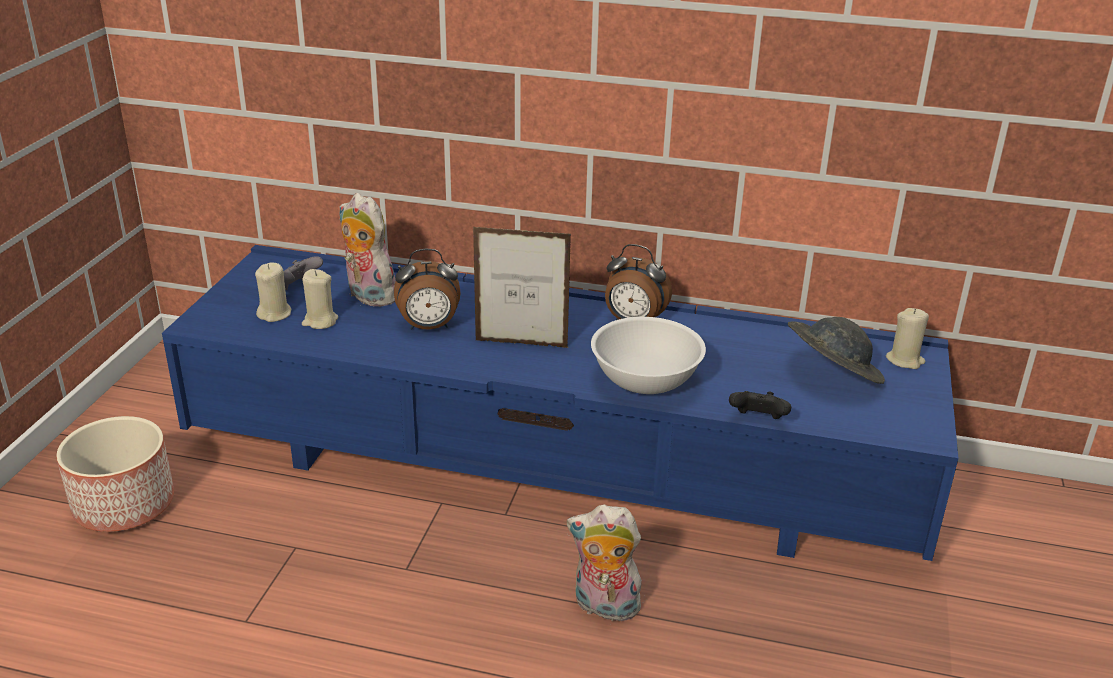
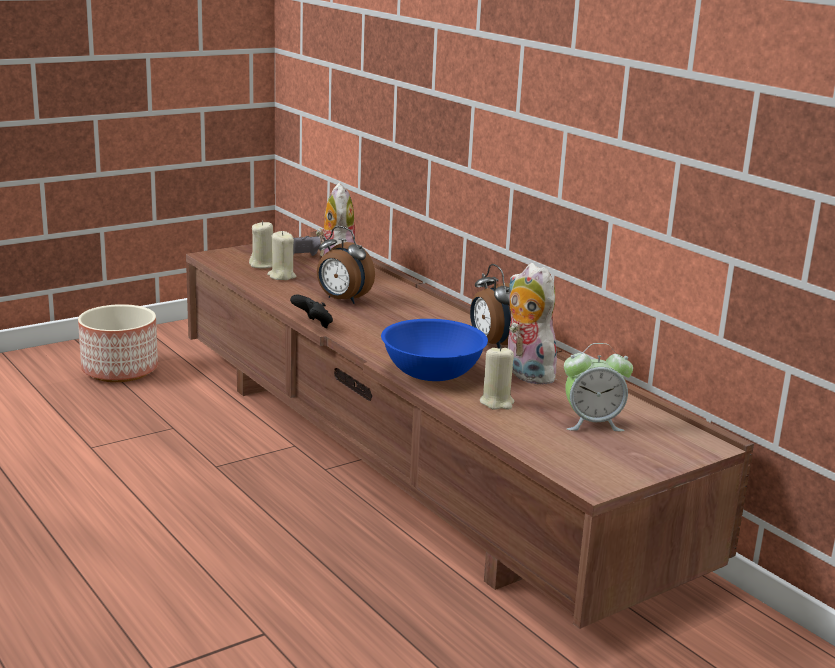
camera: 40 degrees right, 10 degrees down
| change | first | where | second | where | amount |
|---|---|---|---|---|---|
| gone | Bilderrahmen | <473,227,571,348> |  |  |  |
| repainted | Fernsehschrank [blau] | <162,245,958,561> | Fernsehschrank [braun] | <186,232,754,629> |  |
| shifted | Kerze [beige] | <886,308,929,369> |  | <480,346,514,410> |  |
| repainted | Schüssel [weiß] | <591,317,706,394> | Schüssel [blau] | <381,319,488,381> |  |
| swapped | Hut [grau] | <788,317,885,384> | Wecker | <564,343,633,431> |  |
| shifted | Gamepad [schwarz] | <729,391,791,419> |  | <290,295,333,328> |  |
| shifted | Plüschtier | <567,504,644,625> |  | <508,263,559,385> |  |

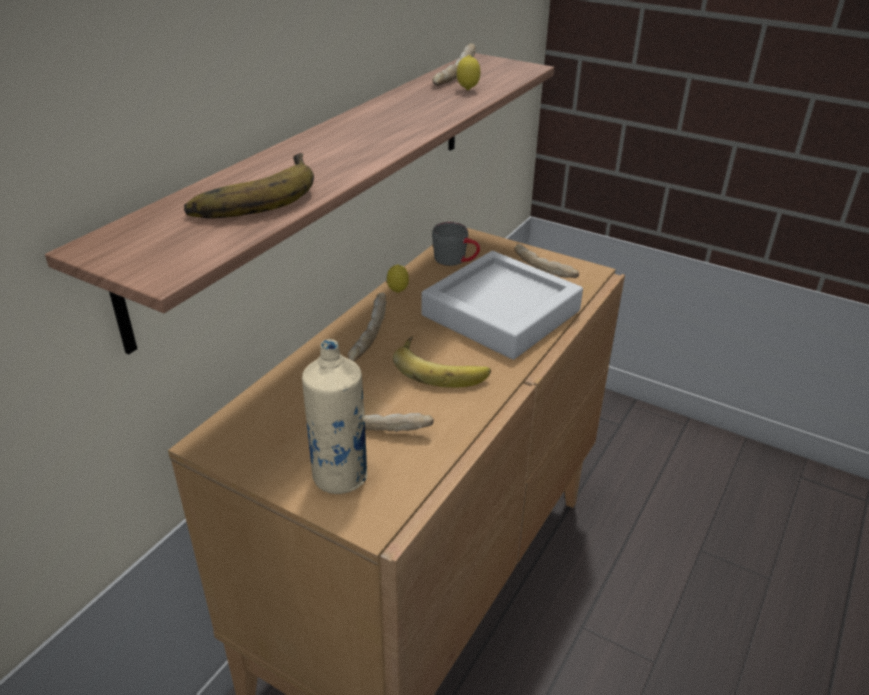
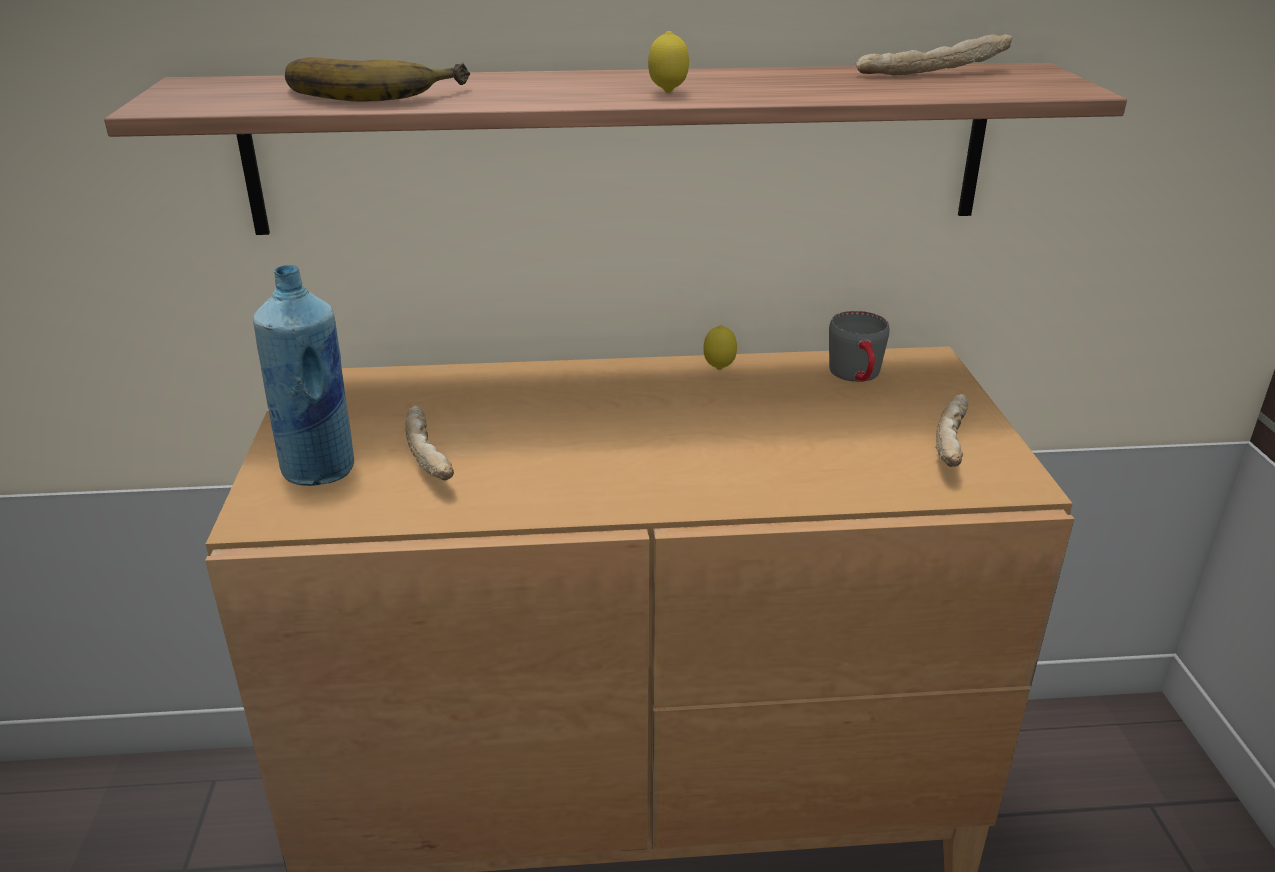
camera: 55 degrees right, 5 degrees down
| change | first | where | second | where | amount |
|---|---|---|---|---|---|
| shifted | Zitrone | <457,55,480,90> |  | <648,31,689,93> |  |
| gone | Tablett [grau] | <421,251,583,360> |  |  |  |
| gone | Brot | <348,292,387,361> |  |  |  |
| gone | Banane | <393,336,491,388> |  |  |  |
| repainted | Flasche [beige] | <302,339,367,494> | Flasche [blau] | <253,265,354,486> |  |

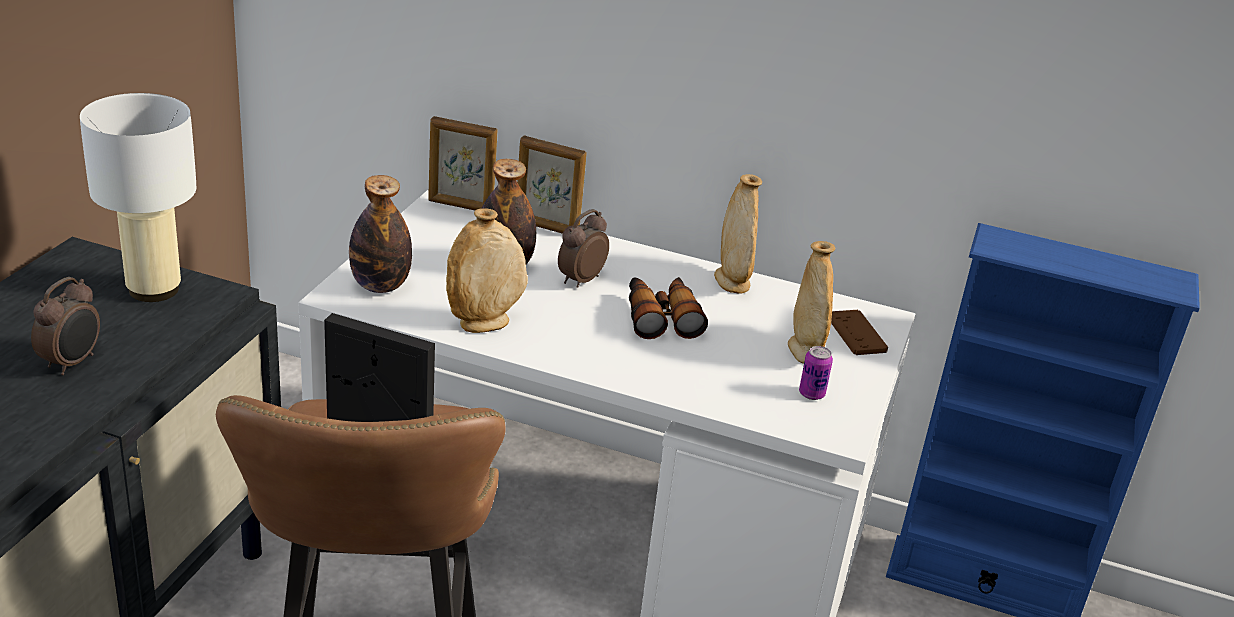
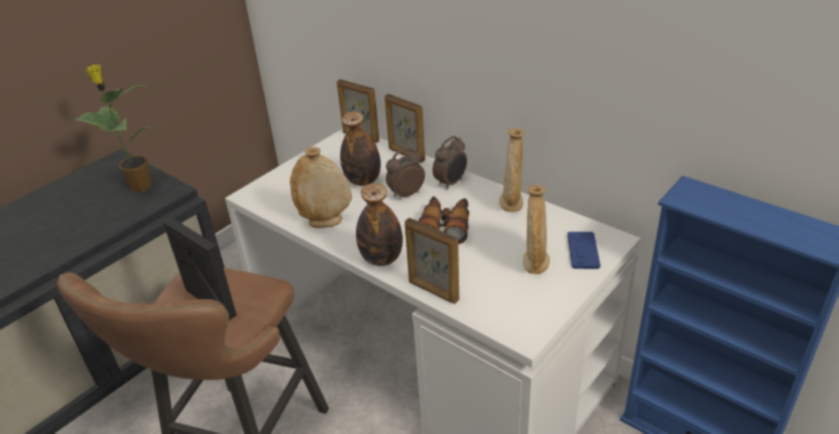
camera: 25 degrees right, 5 degrees up
| change | first | where | second | where | amount |
|---|---|---|---|---|---|
| swapped | Tischlampe [weiß] | <80,93,196,302> | Topfpflanze | <75,65,152,192> |  |
| shifted | Flasche | <349,175,412,293> |  | <356,183,403,266> |  |
| shifted | Wecker | <31,277,100,375> |  | <433,136,467,190> |  |
| repainted | Gamepad [braun] | <831,310,888,355> | Gamepad [blau] | <567,232,600,269> |  |
| gone | Dose | <799,346,833,400> |  |  |  |
| new |  |  | Bilderrahmen | <405,218,459,304> |  |

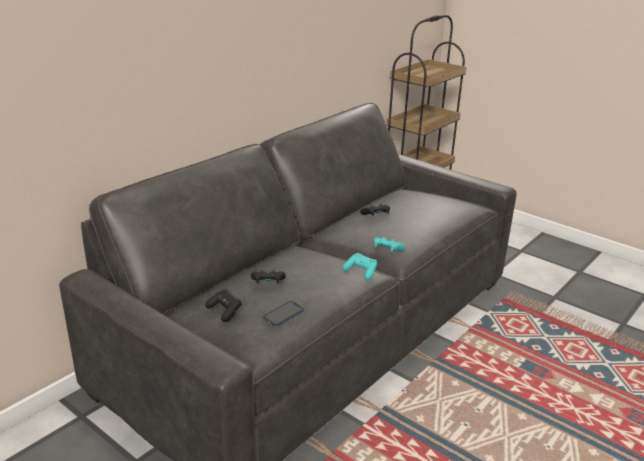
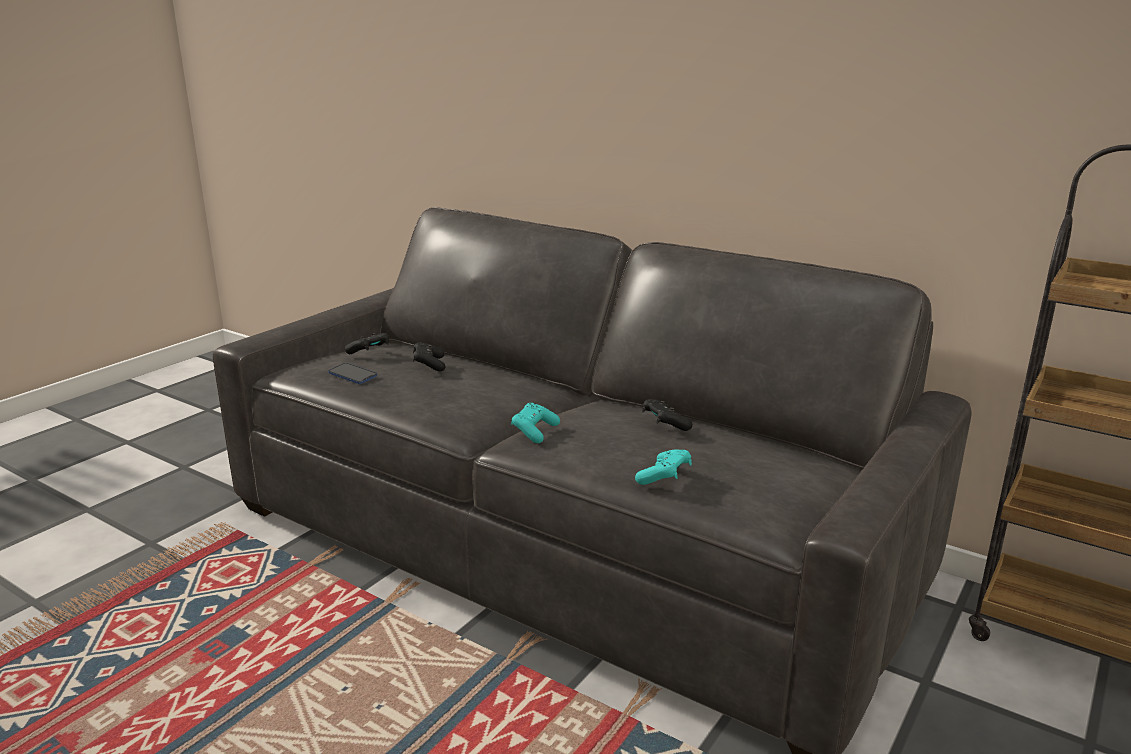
camera: 85 degrees right, 5 degrees down
| change | first | where | second | where | amount |
|---|---|---|---|---|---|
| shifted | Gamepad [türkis] | <342,253,377,281> |  | <635,449,692,485> |  |

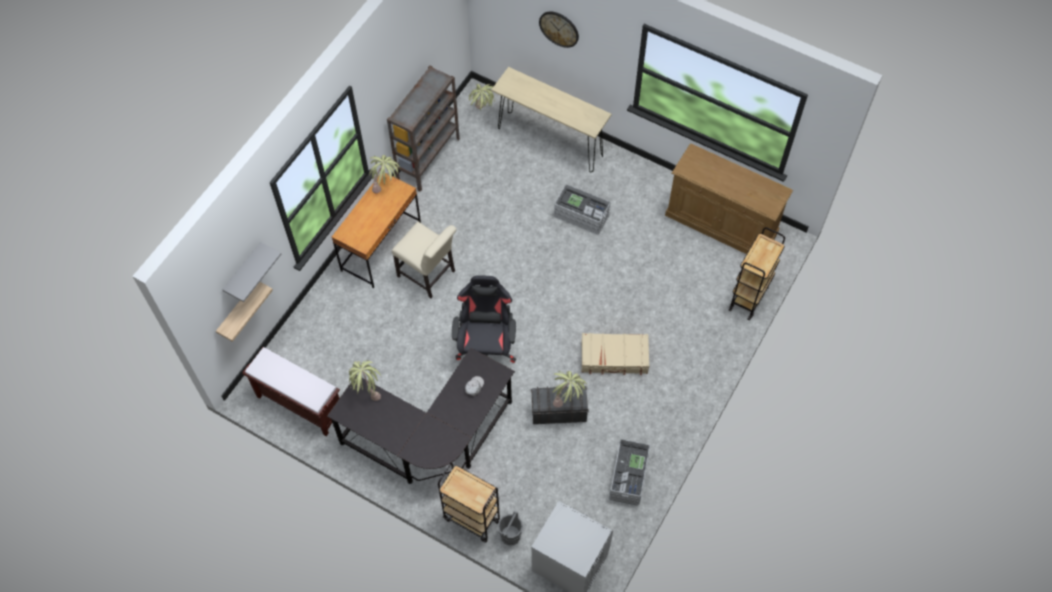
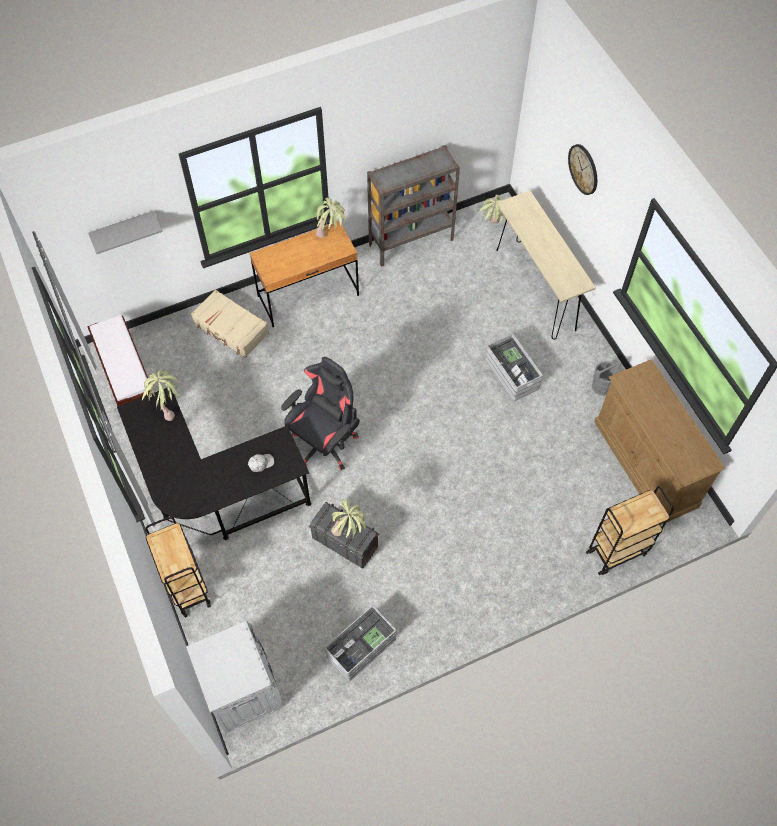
camera: 35 degrees right, 0 degrees up
| change | first | where | second | where | amount |
|---|---|---|---|---|---|
| gone | Stuhl [beige] | <392,221,457,298> |  |  |  |
| gone | Wandregal | <216,282,273,342> |  |  |  |
| shifted | Koffer [beige] | <581,333,649,375> |  | <191,289,269,358> |  |
| shifted | Eimer [grau] | <498,511,523,545> |  | <592,360,622,396> |  |

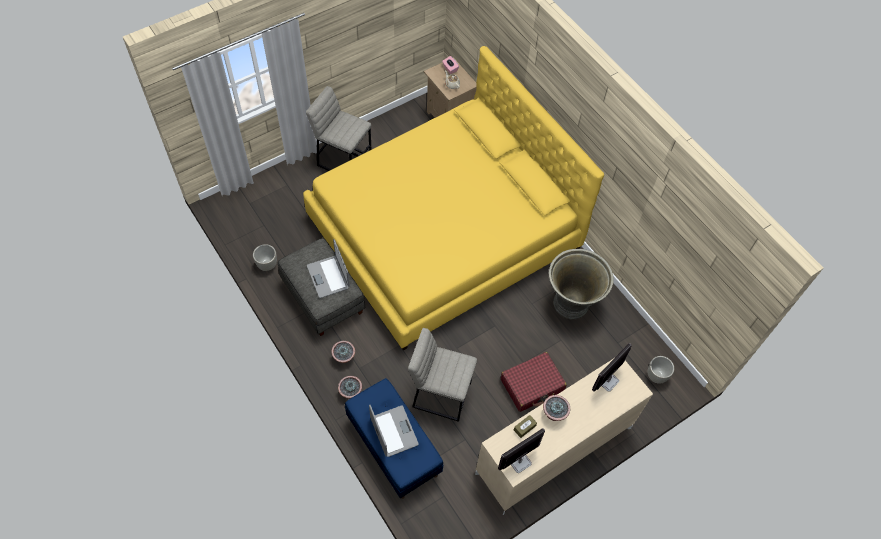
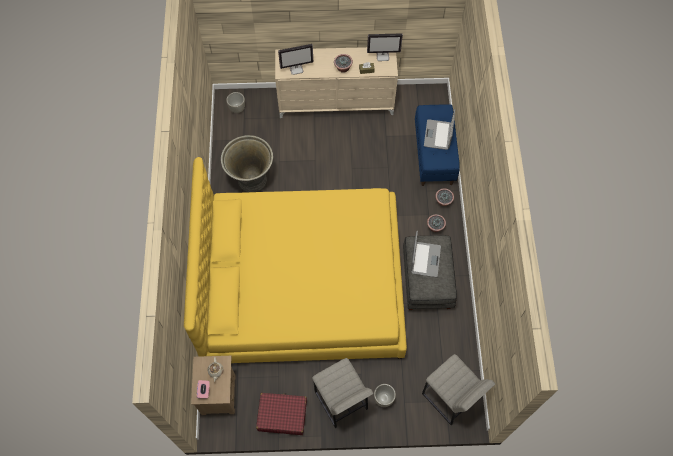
camera: 145 degrees left, 5 degrees up
| change | first | where | second | where | amount |
|---|---|---|---|---|---|
| shifted | Pflanzkübel [grau] | <253,244,277,271> |  | <374,384,396,407> |  |
| shifted | Stuhl [grau] | <408,328,477,422> |  | <422,354,495,425> |  |
| shifted | Koffer [rot] | <501,352,567,412> |  | <256,393,307,435> |  |

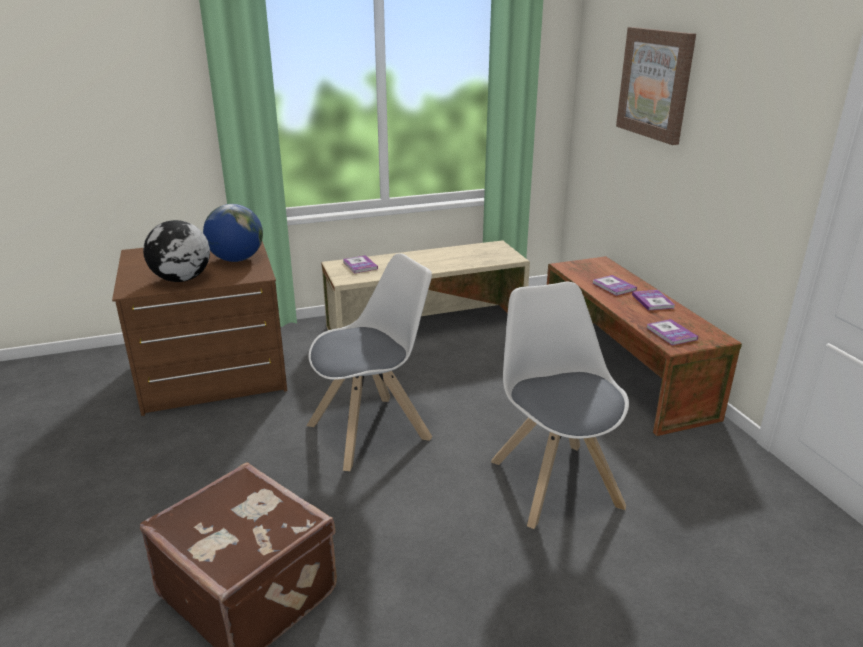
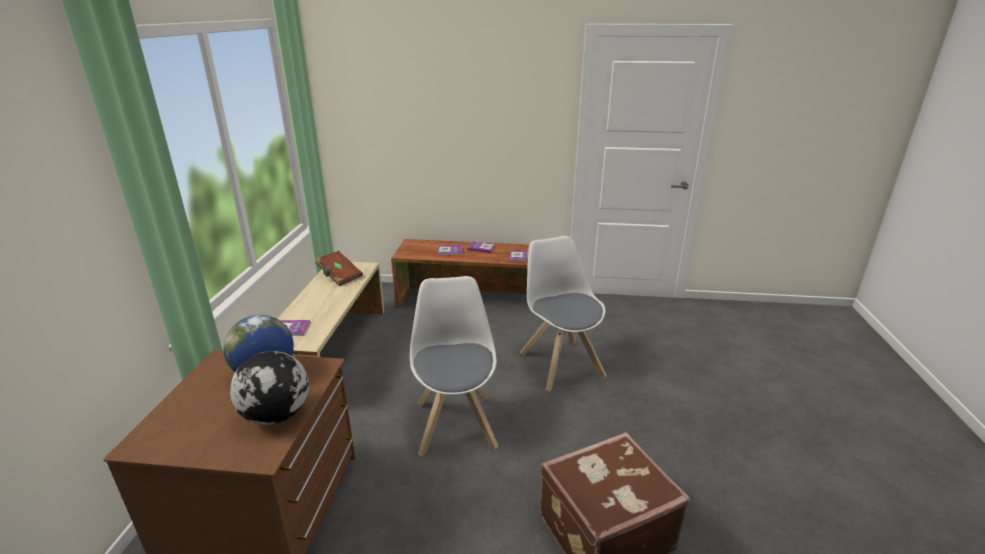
camera: 65 degrees left, 0 degrees up
| change | first | where | second | where | amount |
|---|---|---|---|---|---|
| gone | Bild | <616,27,696,145> |  |  |  |
| rotated | Stuhl | <491,282,629,529> |  | <520,236,606,391> | 60 degrees clockwise |
| new |  |  | Buch [braun] | <315,251,363,286> |  |

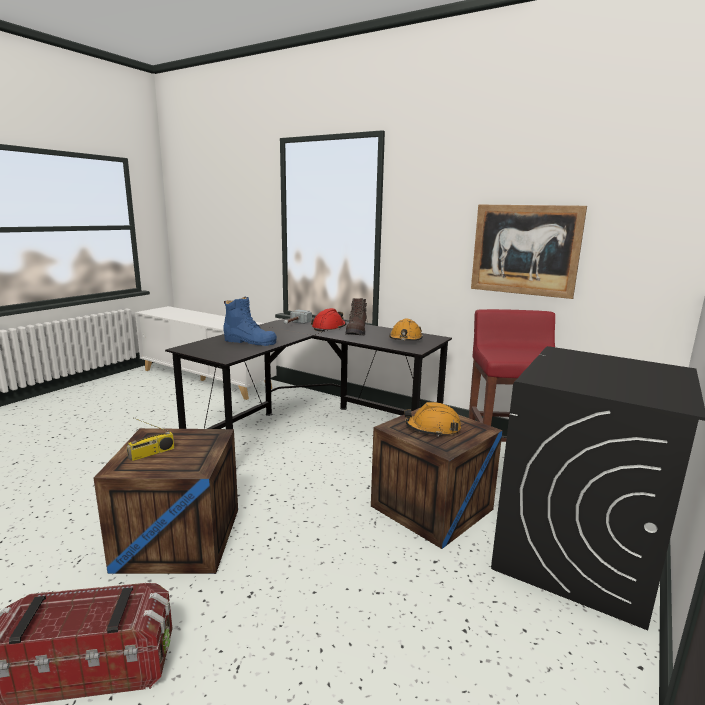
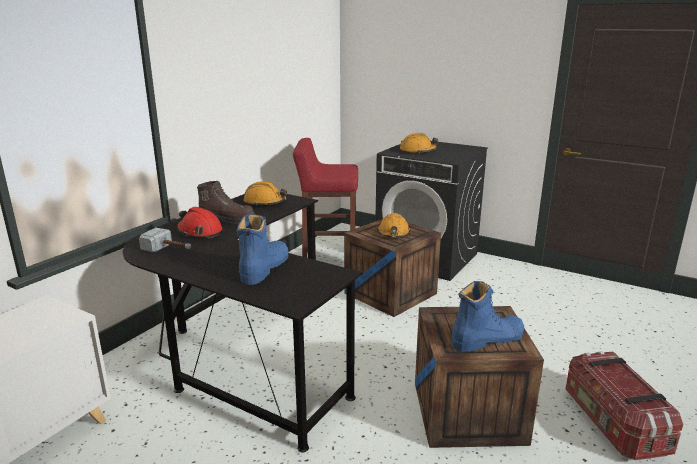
camera: 90 degrees left, 5 degrees up
| change | first | where | second | where | amount |
|---|---|---|---|---|---|
| gone | Bild | <471,205,587,299> |  |  |  |
| swapped | Radio | <127,418,174,461> | Stiefel [blau] | <452,281,524,352> |  |
| new |  |  | Schutzhelm [orange] | <400,133,438,154> |  |

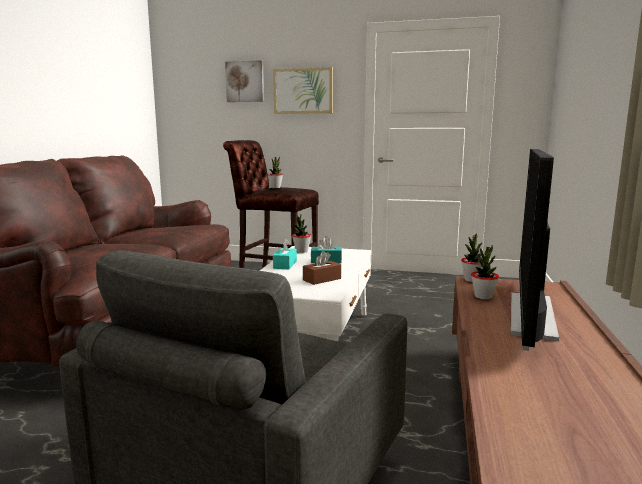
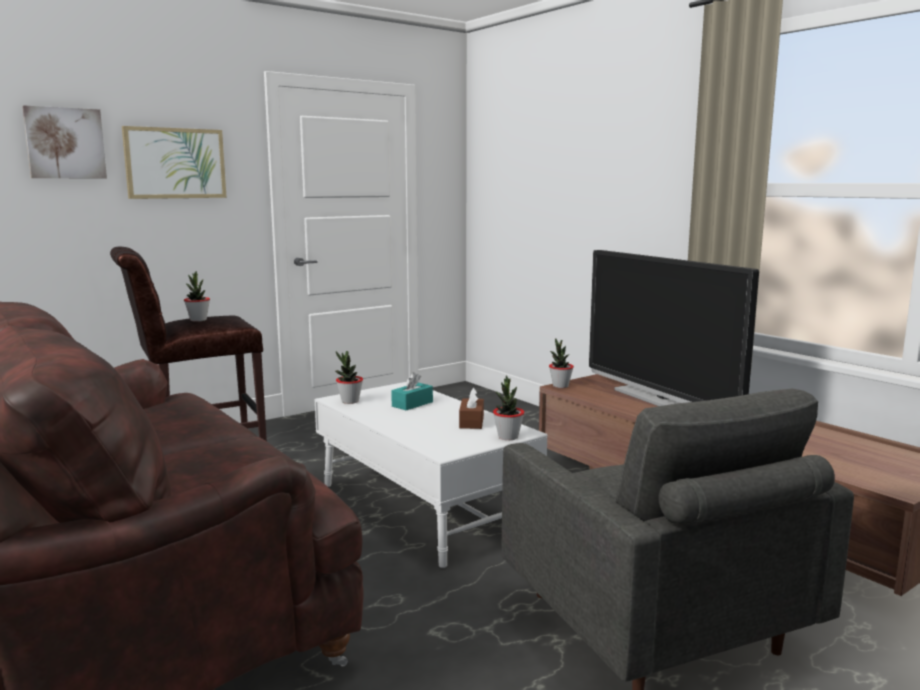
camera: 50 degrees left, 0 degrees up
| change | first | where | second | where | amount |
|---|---|---|---|---|---|
| gone | Taschentuchbox [türkis] | <273,239,297,269> |  |  |  |
| shifted | Topfpflanze | <471,245,499,299> |  | <493,375,524,440> |  |

